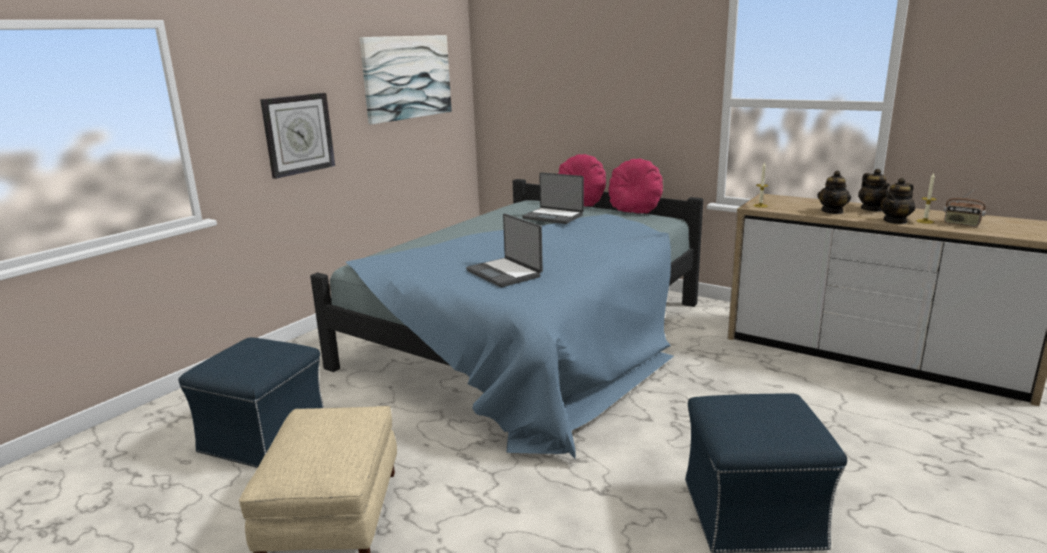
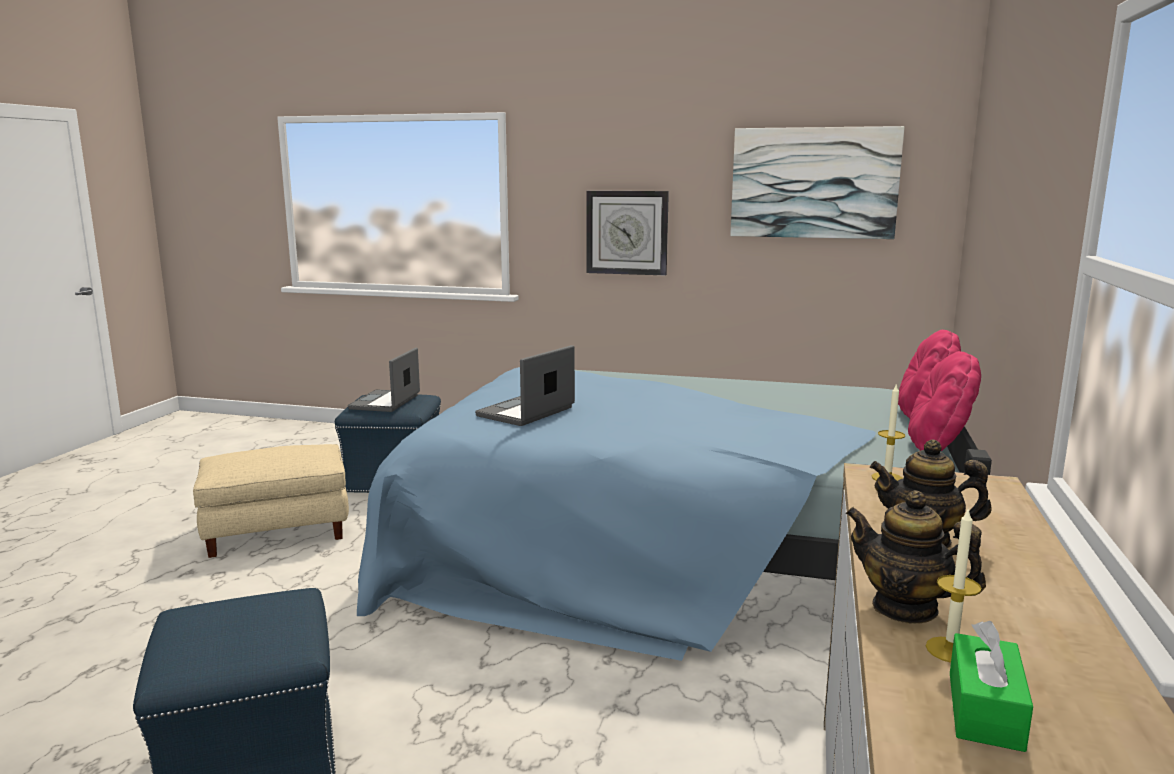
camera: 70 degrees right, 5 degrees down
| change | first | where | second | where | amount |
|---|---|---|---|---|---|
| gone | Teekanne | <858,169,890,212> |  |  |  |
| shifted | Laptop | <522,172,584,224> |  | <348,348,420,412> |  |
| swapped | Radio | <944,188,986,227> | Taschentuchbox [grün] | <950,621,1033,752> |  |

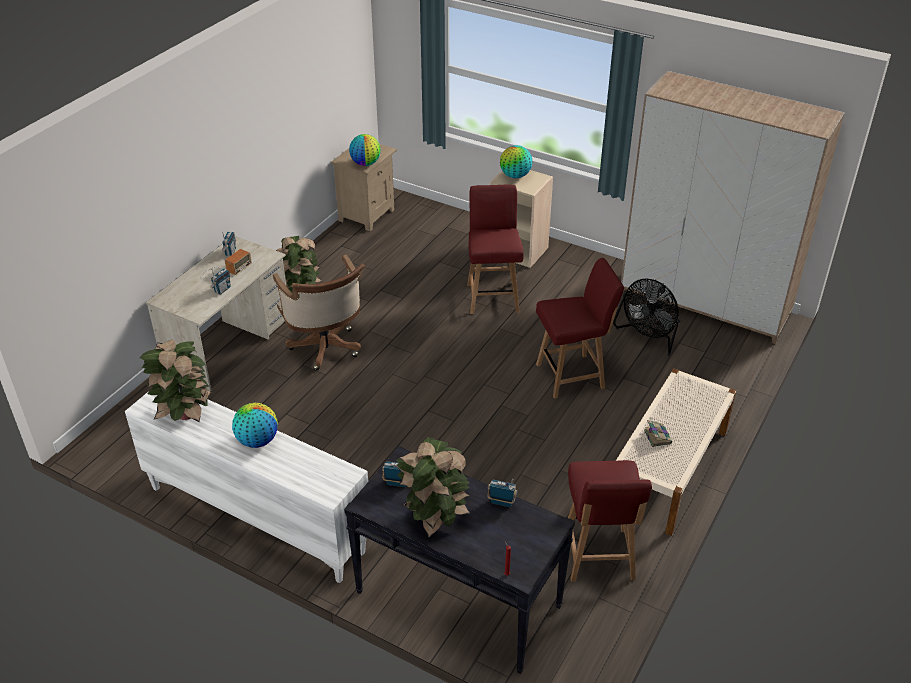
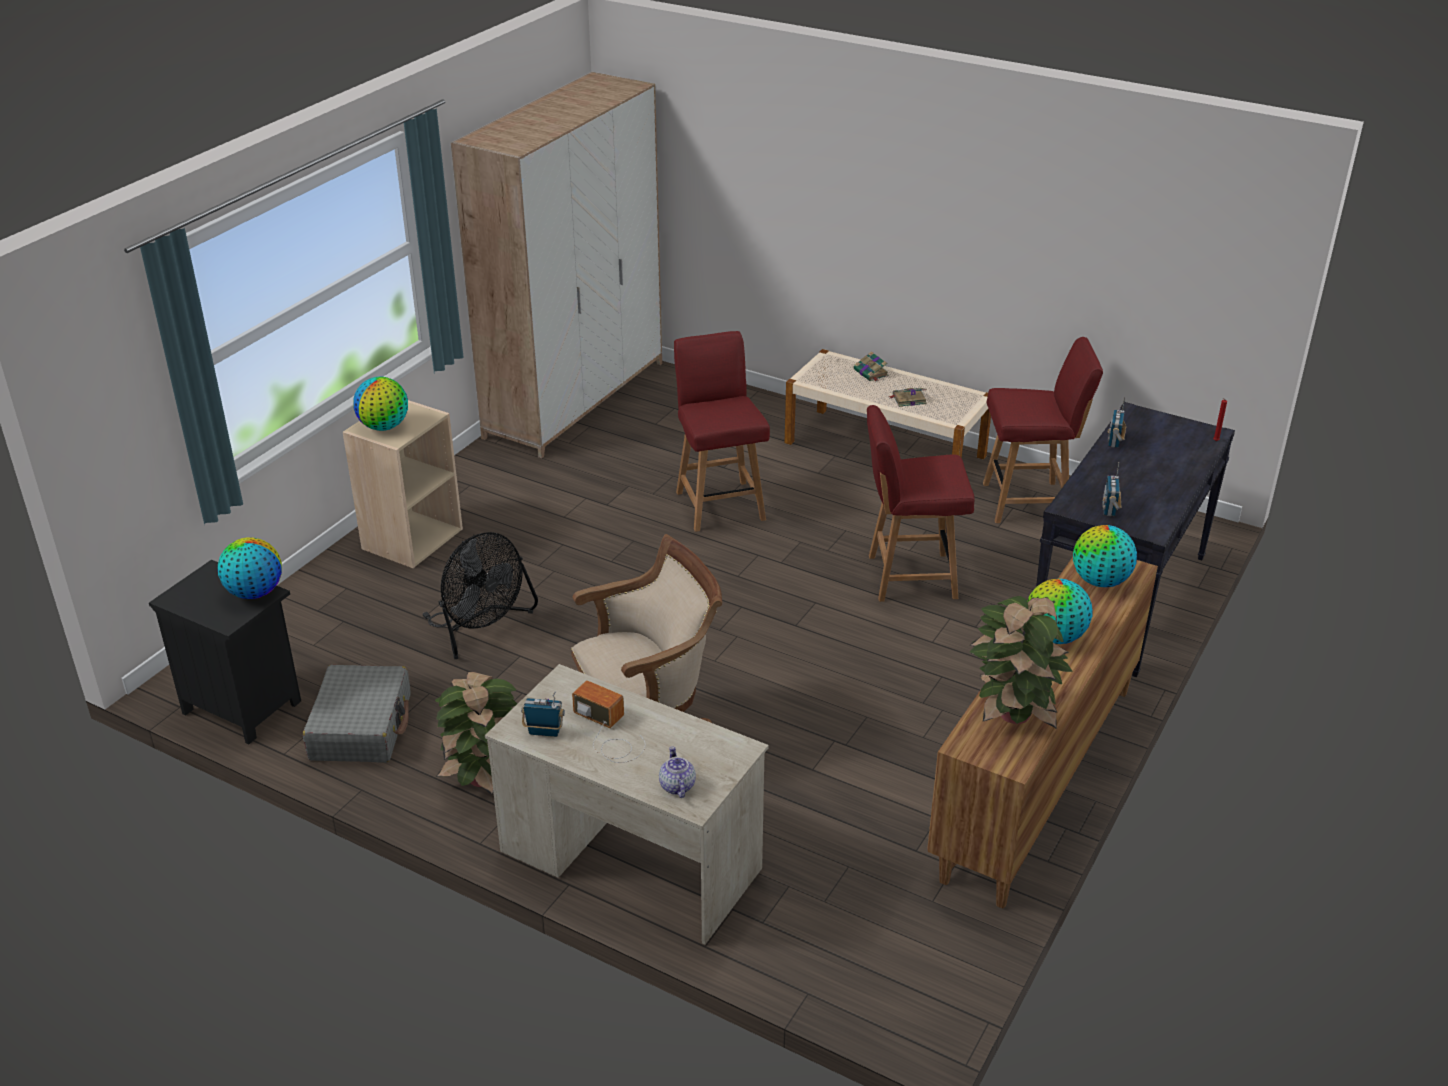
camera: 90 degrees left, 5 degrees down
| change | first | where | second | where | amount |
|---|---|---|---|---|---|
| repainted | Nachttisch [beige] | <331,144,397,231> | Nachttisch [schwarz] | <149,560,301,744> |  |
| shifted | Stuhl [rot] | <467,185,524,314> |  | <867,405,974,602> |  |
| gone | Radio | <210,268,231,295> |  |  |  |
| shifted | Ventilator [schwarz] | <613,279,680,356> |  | <423,532,538,659> |  |
| repainted | Kommode [weiß] | <125,390,368,583> | Kommode [braun] | <927,557,1158,908> |  |
| gone | Topfpflanze | <396,437,471,538> |  |  |  |
| new |  |  | Buch | <853,351,888,381> |  |
| new |  |  | Globus | <1073,525,1137,587> |  |
| new |  |  | Koffer [grau] | <303,665,411,763> |  |
| new |  |  | Teekanne | <659,746,696,798> |  |

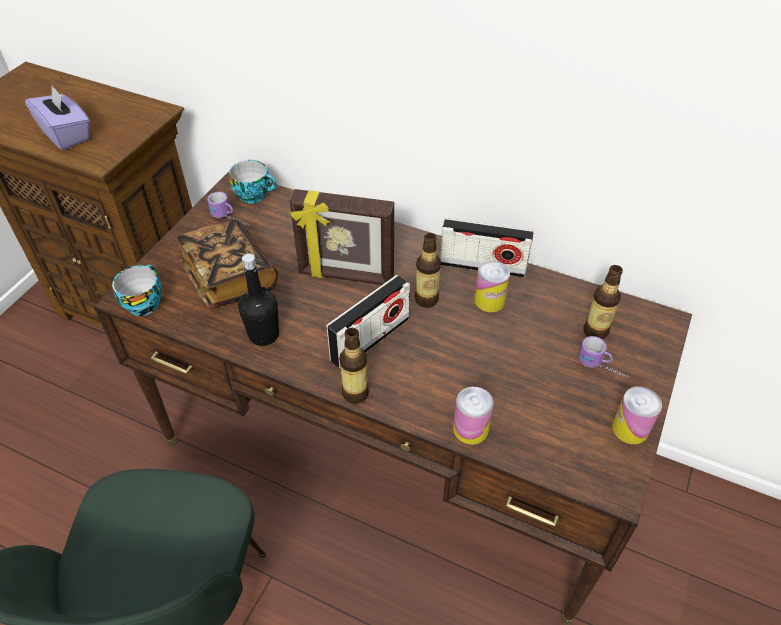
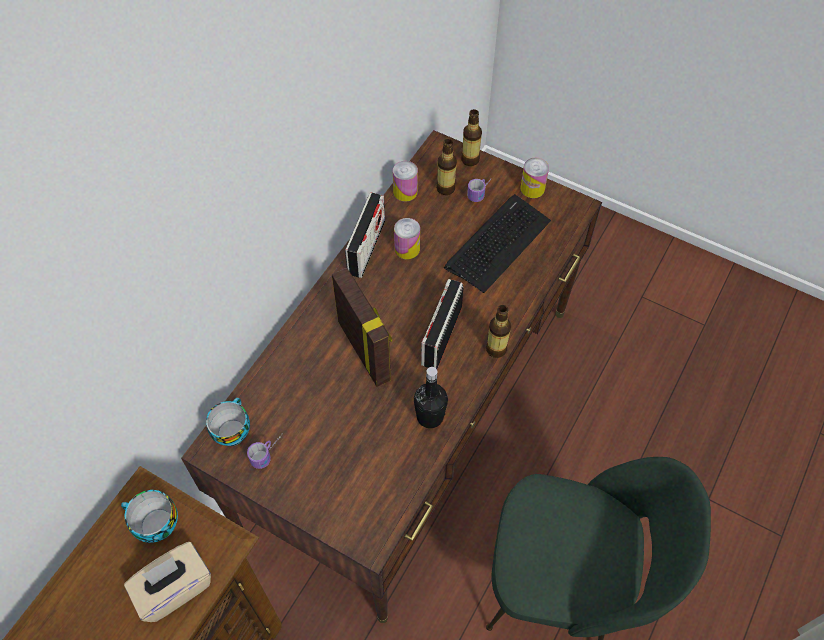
camera: 85 degrees left, 10 degrees up
| change | first | where | second | where | amount |
|---|---|---|---|---|---|
| repainted | Taschentuchbox [lila] | <25,86,90,150> | Taschentuchbox [beige] | <124,542,211,622> |  |
| rotated | Bilderrahmen | <289,189,394,285> |  | <332,268,392,387> | 45 degrees counterclockwise |
| gone | Buch | <177,219,278,309> |  |  |  |
| shifted | Flasche | <415,233,441,308> |  | <461,109,482,166> |  |
| shifted | Tasse | <112,265,162,316> |  | <121,490,178,543> |  |
| rotated | Radio | <326,275,410,368> |  | <421,279,464,369> | 120 degrees counterclockwise |
| shifted | Dose | <453,387,494,445> |  | <393,161,418,202> |  |
| new |  |  | Tastatur | <444,194,551,293> |  |

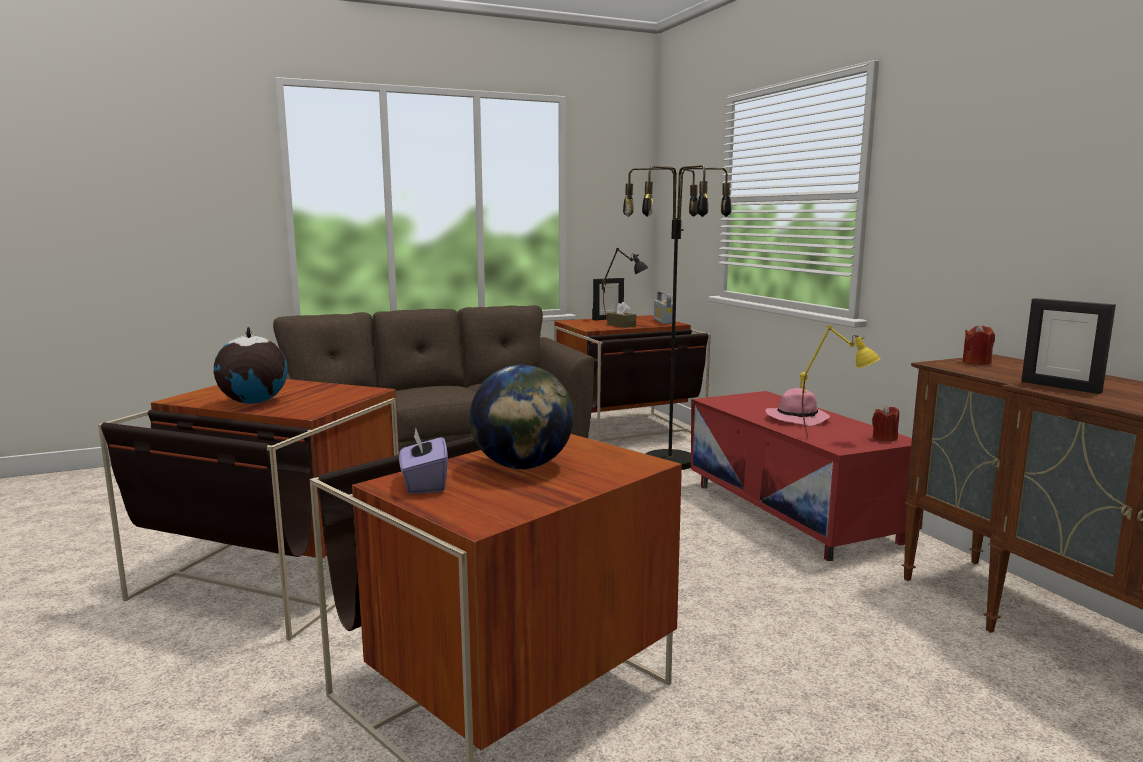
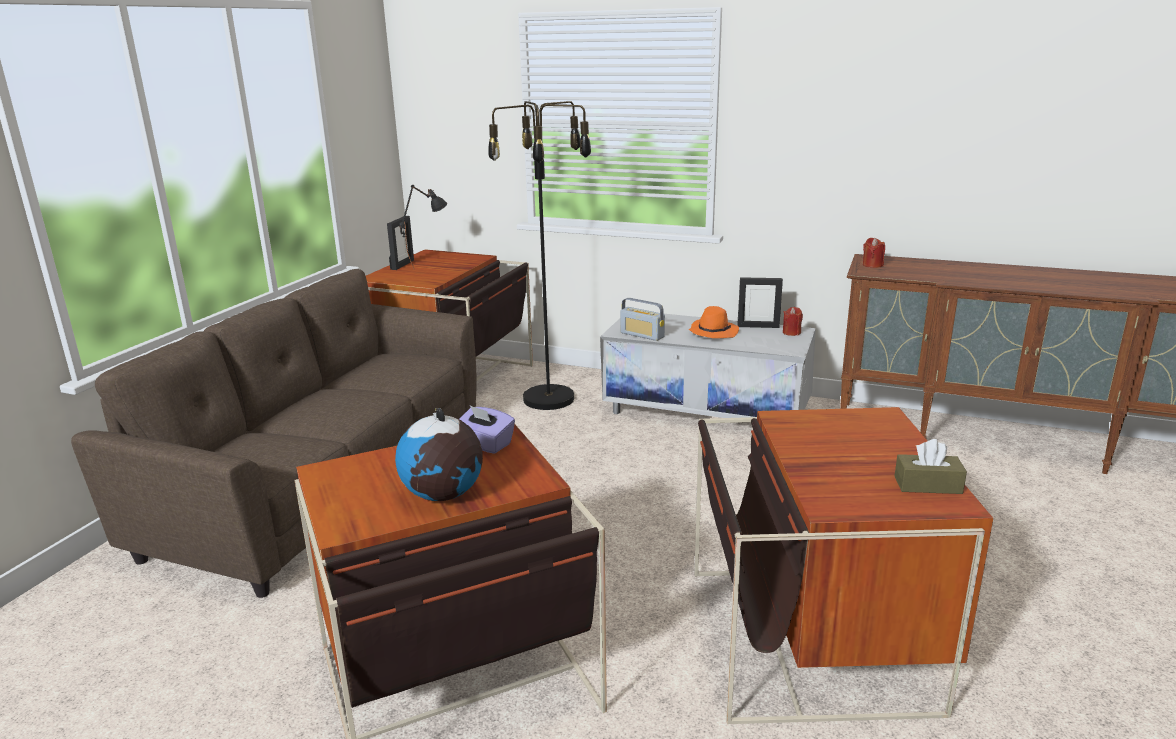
camera: 45 degrees left, 10 degrees up
| change | first | where | second | where | amount |
|---|---|---|---|---|---|
| shifted | Radio | <654,291,673,324> |  | <620,298,665,341> |  |
| shifted | Bilderrahmen | <1021,298,1116,394> |  | <737,277,783,328> |  |
| shifted | Taschentuchbox [braun] | <607,302,636,328> |  | <895,439,967,494> |  |
| gone | Tischlampe [gelb] | <800,325,881,436> |  |  |  |
| gone | Globus | <470,365,574,470> |  |  |  |
| repainted | Hut [rosa] | <766,388,830,426> | Hut [orange] | <689,306,739,338> |  |
| repainted | Fernsehschrank [rot] | <691,391,923,561> | Fernsehschrank [weiß] | <600,314,816,418> |  |
| shifted | Taschentuchbox [lila] | <399,427,448,494> |  | <459,405,515,454> |  |

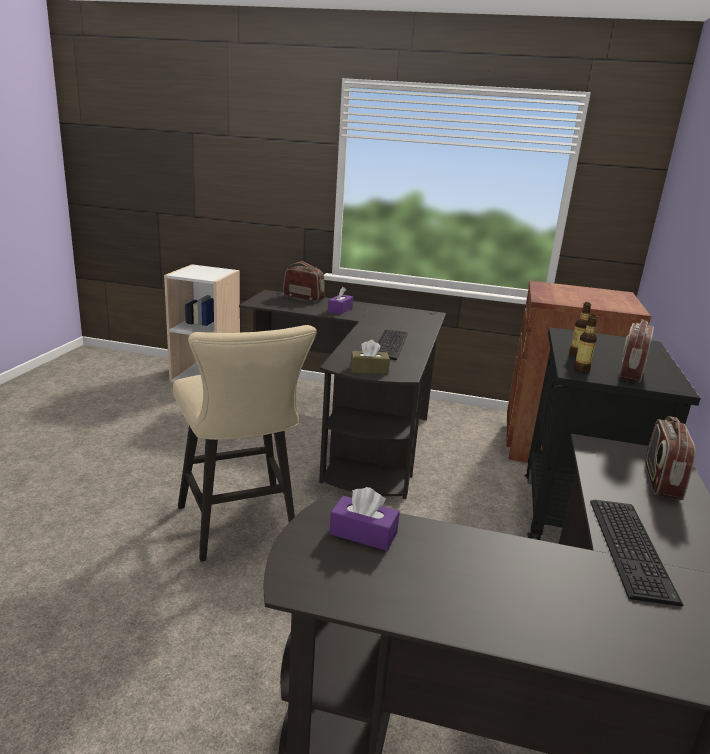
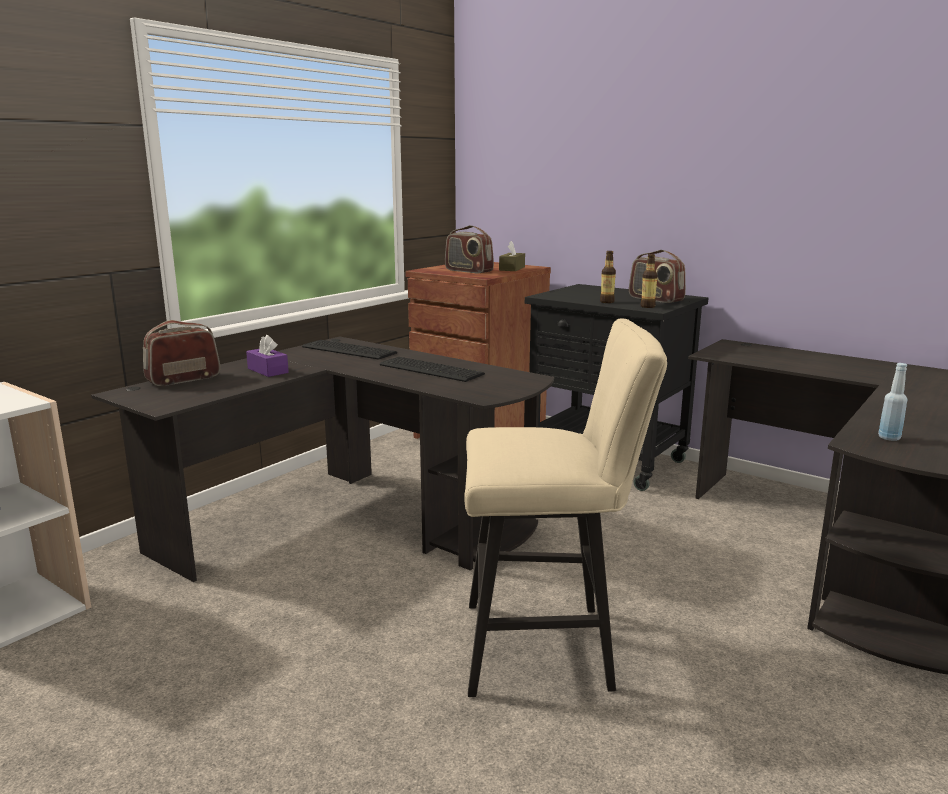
camera: 65 degrees left, 5 degrees down
| change | first | where | second | where | amount |
|---|---|---|---|---|---|
| shifted | Taschentuchbox [braun] | <351,340,390,374> |  | <499,241,525,271> |  |
| shifted | Radio | <645,416,696,500> |  | <445,225,494,273> |  |
| swapped | Taschentuchbox [lila] | <329,487,400,551> | Flasche [blau] | <878,363,907,441> |  |
| shifted | Tastatur | <590,500,683,607> |  | <302,340,397,359> |  |

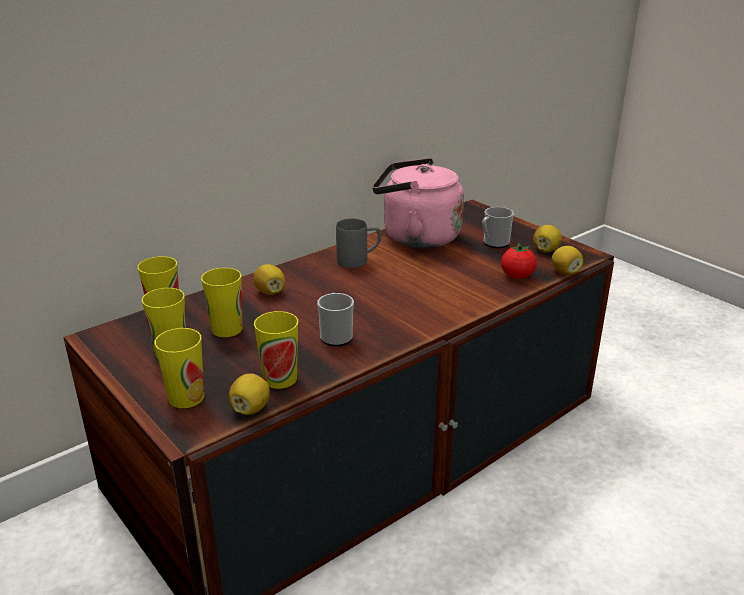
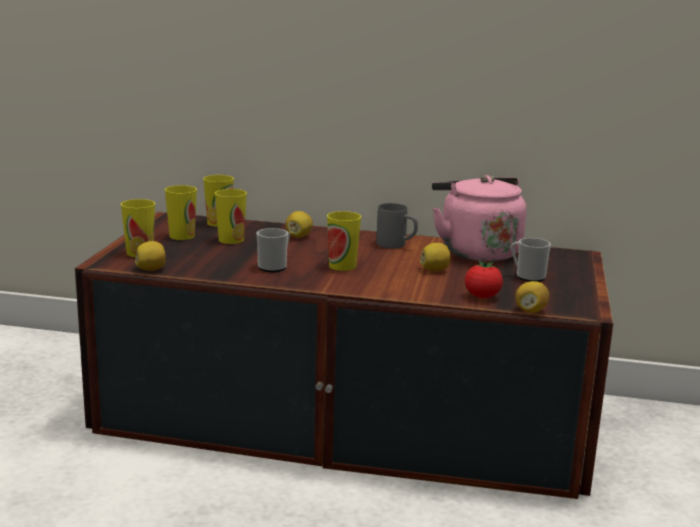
camera: 50 degrees right, 10 degrees down
| change | first | where | second | where | amount |
|---|---|---|---|---|---|
| shifted | Zitrone | <533,225,562,253> |  | <420,243,451,271> |  |
| shifted | Tasse | <254,311,298,389> |  | <327,211,361,271> |  |

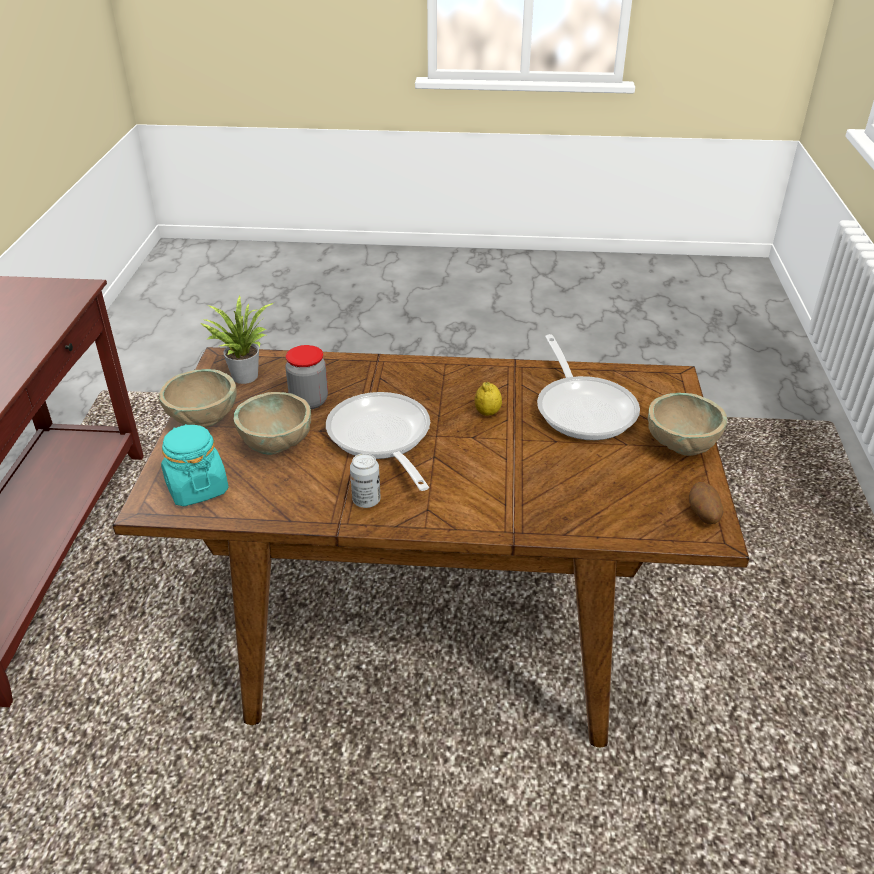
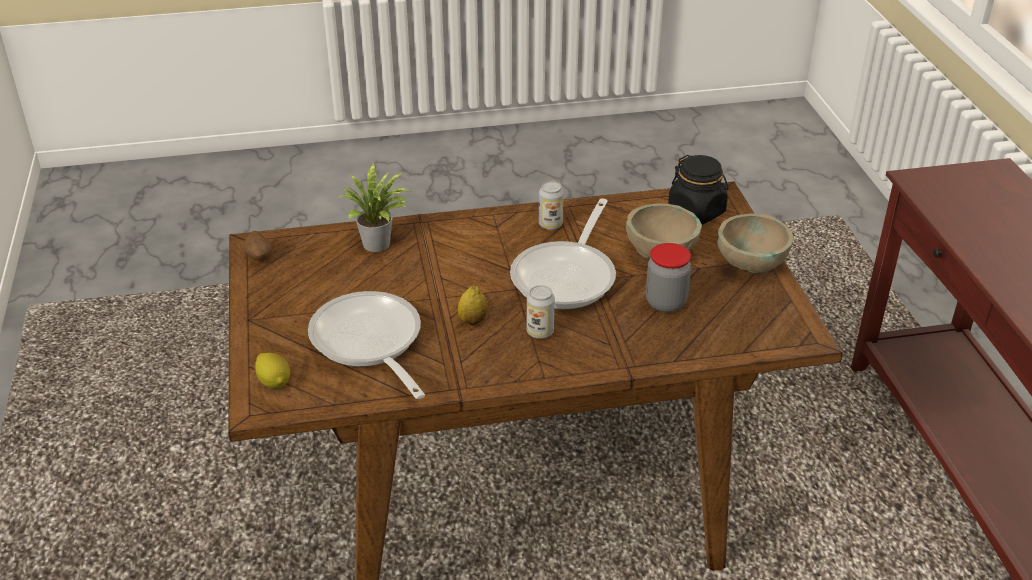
camera: 165 degrees right, 0 degrees up
| change | first | where | second | where | amount |
|---|---|---|---|---|---|
| shifted | Topfpflanze | <200,295,273,384> |  | <338,162,407,252> |  |
| rotated | Pfanne | <326,392,430,491> |  | <510,198,616,309> | 60 degrees clockwise |
| gone | Schüssel [beige] | <648,393,727,456> |  |  |  |
| repainted | Vorratsglas [türkis] | <161,424,228,506> | Vorratsglas [schwarz] | <668,155,729,225> |  |
| new |  |  | Dose | <527,285,555,339> |  |
| new |  |  | Zitrone | <255,353,290,388> |  |

